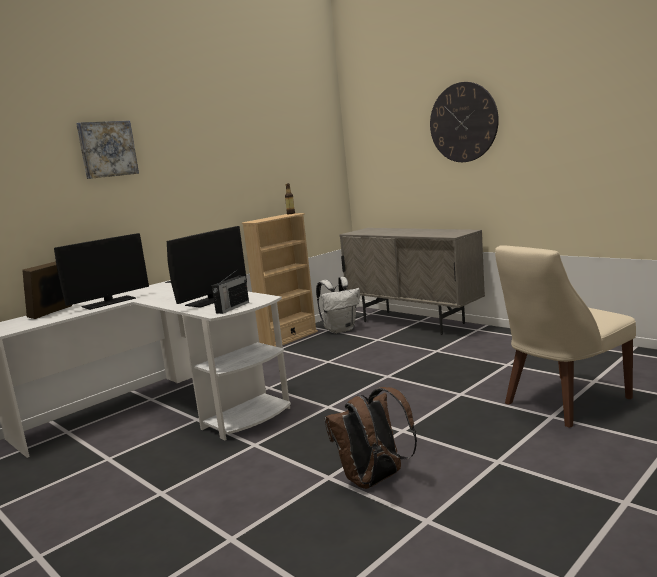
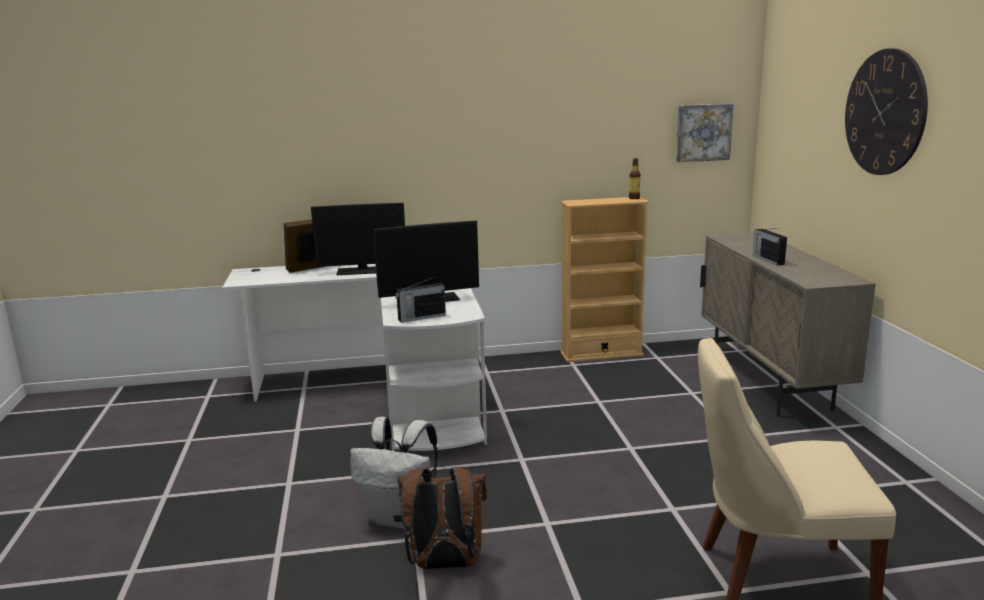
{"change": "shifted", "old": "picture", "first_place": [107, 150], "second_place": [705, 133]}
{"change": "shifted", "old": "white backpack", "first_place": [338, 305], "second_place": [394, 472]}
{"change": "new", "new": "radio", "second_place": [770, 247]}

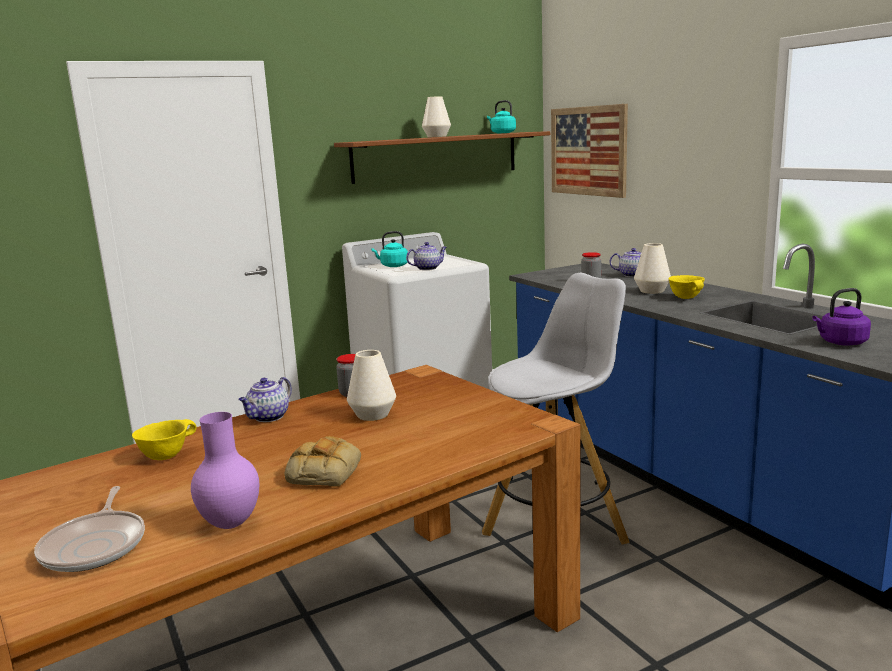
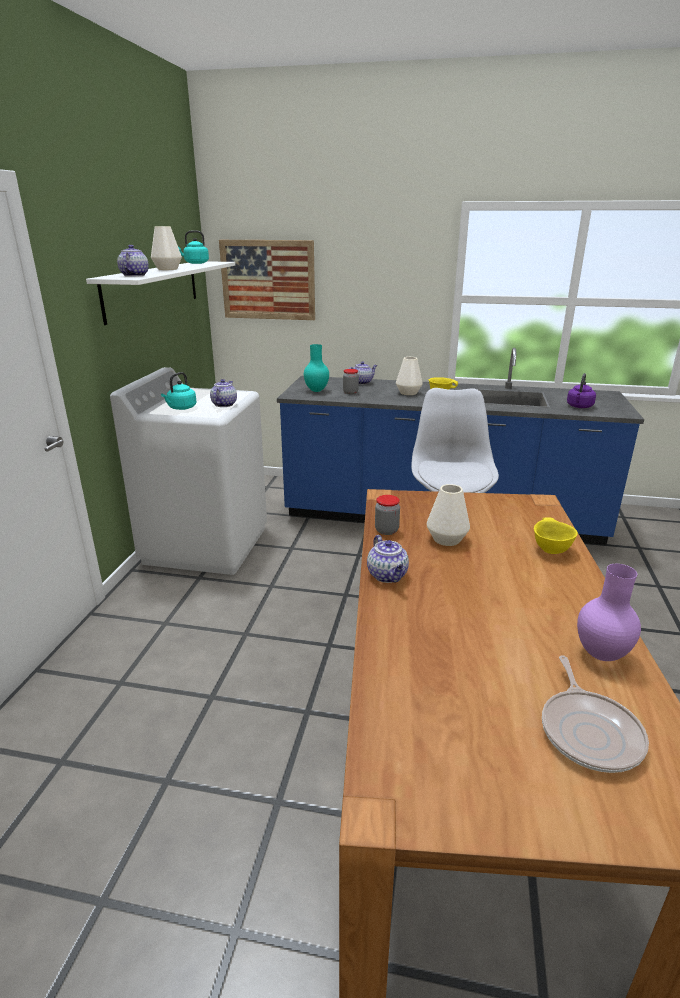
{"change": "rotated", "old": "frying pan", "first_place": [89, 529], "second_place": [595, 714], "degrees": 60}
{"change": "shifted", "old": "yellow bowl", "first_place": [164, 439], "second_place": [556, 535]}
{"change": "gone", "old": "bread", "first_place": [323, 461]}
{"change": "repainted", "old": "brown shelf", "new": "white shelf", "first_place": [442, 157], "second_place": [160, 293]}
{"change": "new", "new": "teapot", "second_place": [133, 261]}
{"change": "new", "new": "turquoise vase", "second_place": [316, 368]}

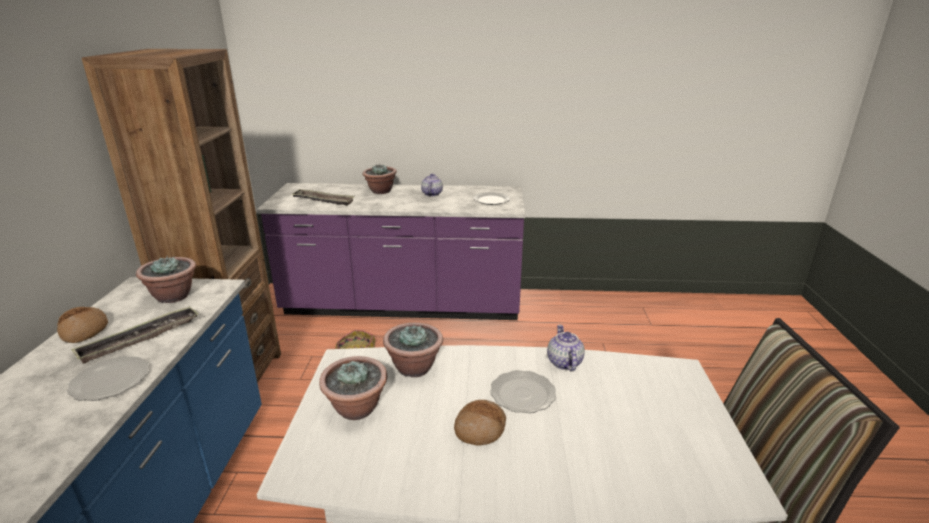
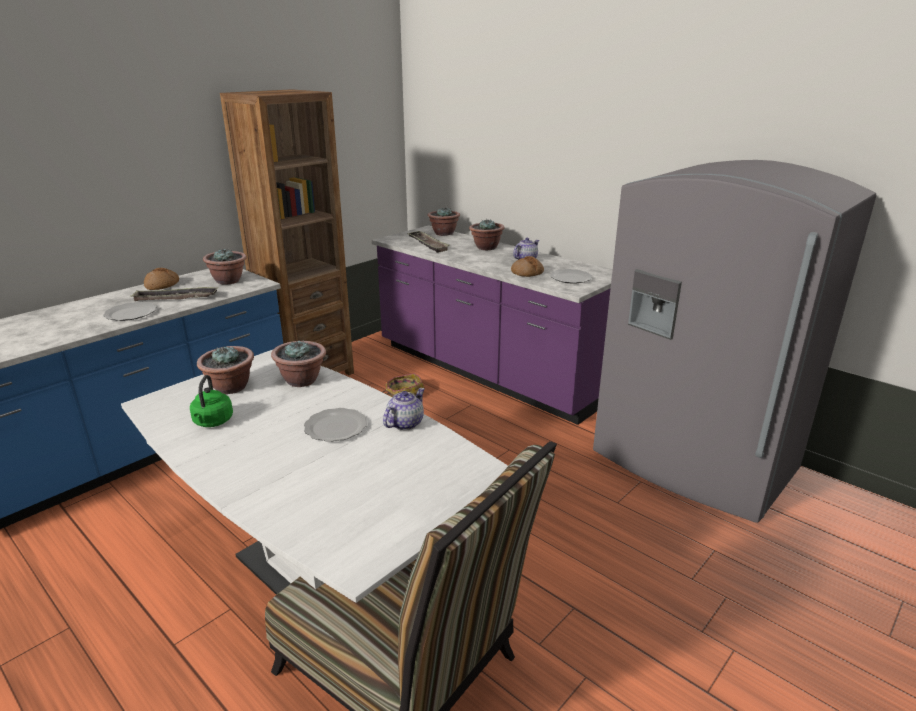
{"change": "shifted", "old": "bread", "first_place": [480, 423], "second_place": [527, 266]}
{"change": "new", "new": "green kettle", "second_place": [211, 401]}
{"change": "new", "new": "potted plant", "second_place": [444, 221]}
{"change": "new", "new": "grey fridge", "second_place": [735, 341]}

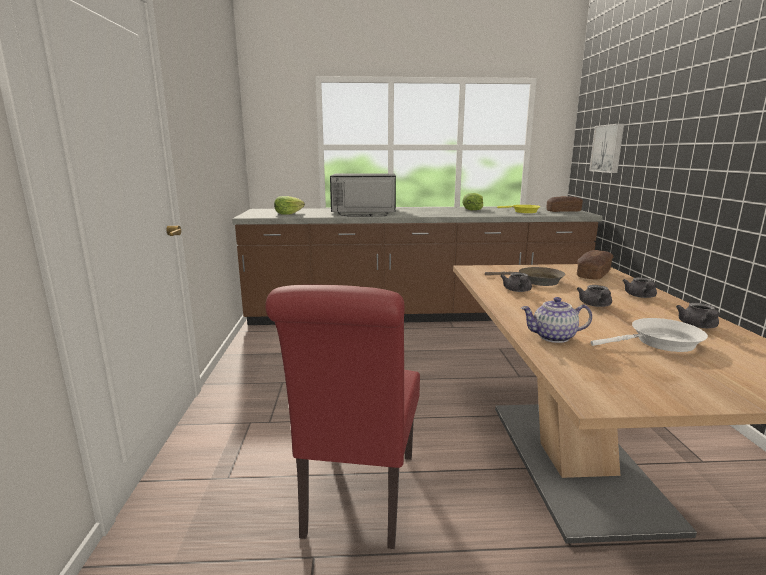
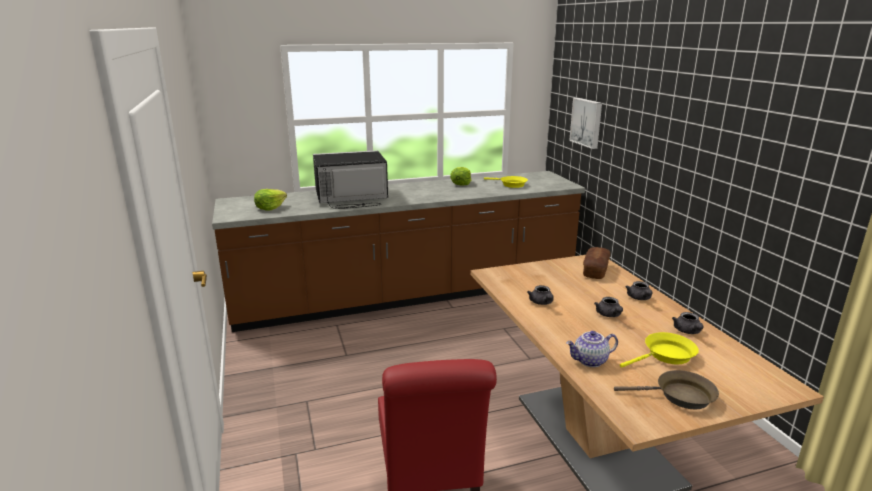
{"change": "shifted", "old": "brown frying pan", "first_place": [525, 276], "second_place": [666, 389]}
{"change": "gone", "old": "bread", "first_place": [565, 204]}
{"change": "repainted", "old": "white frying pan", "new": "yellow frying pan", "first_place": [649, 335], "second_place": [659, 350]}

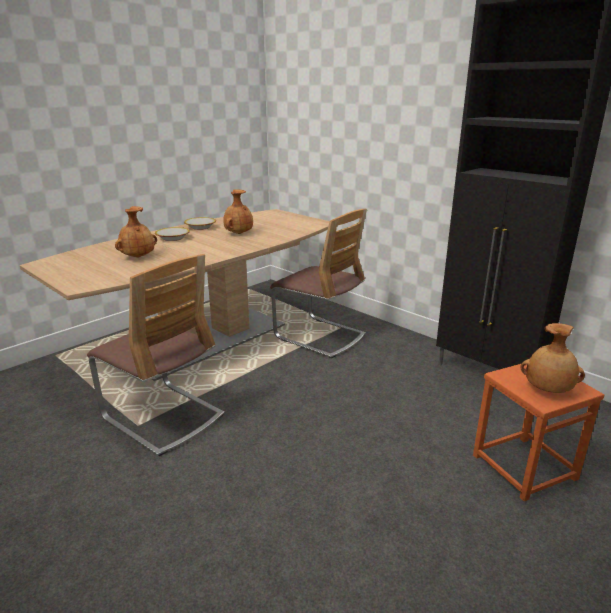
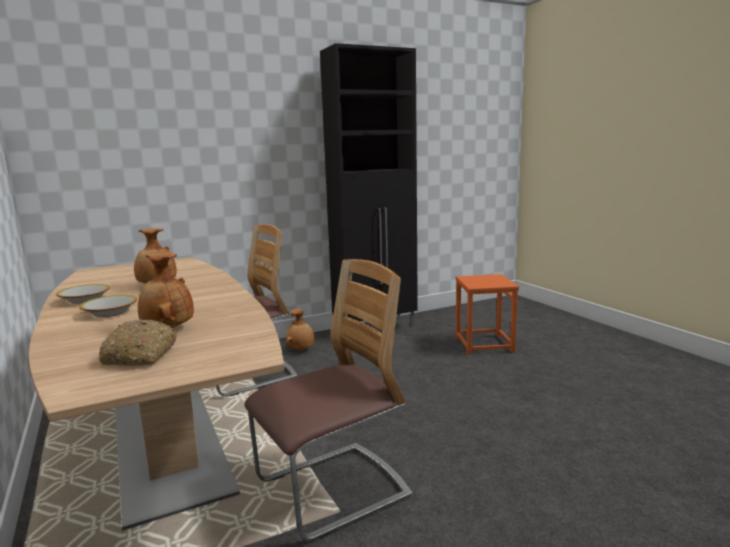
{"change": "shifted", "old": "brown vase", "first_place": [552, 358], "second_place": [300, 329]}
{"change": "new", "new": "bread", "second_place": [138, 342]}

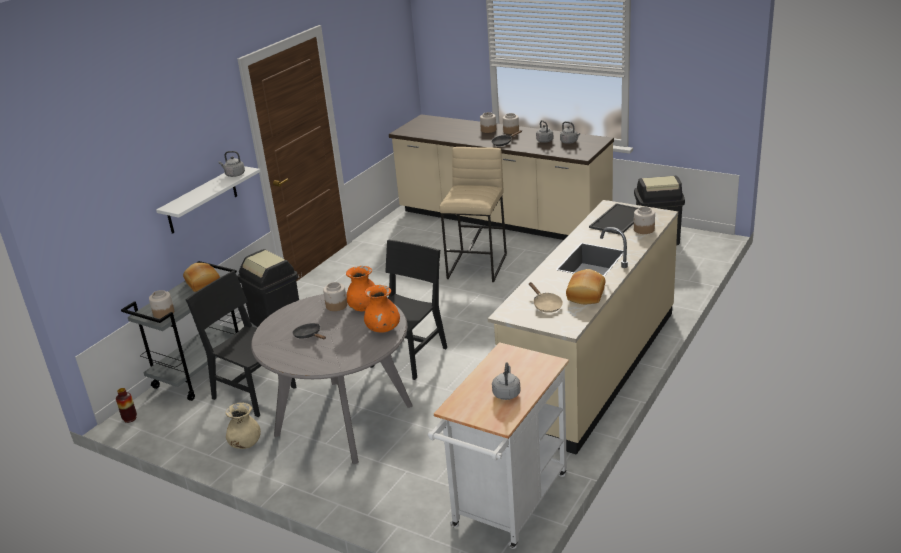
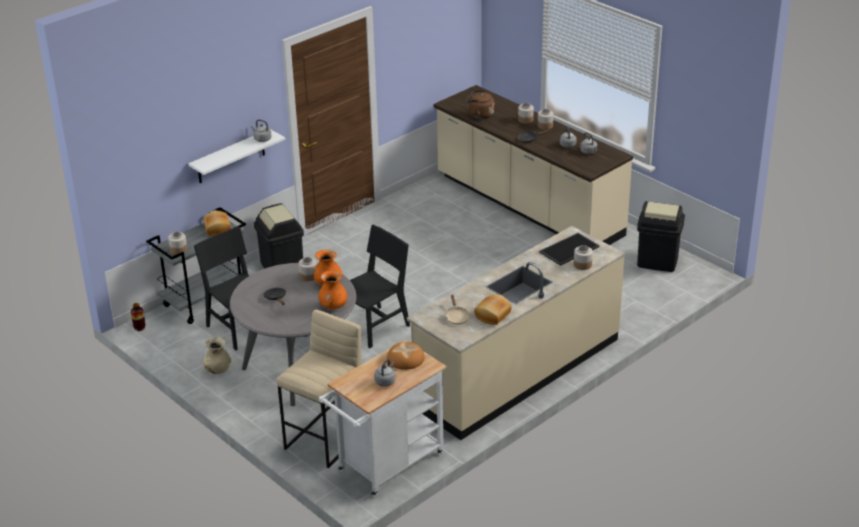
{"change": "shifted", "old": "beige stool", "first_place": [473, 214], "second_place": [318, 389]}
{"change": "new", "new": "bread", "second_place": [406, 356]}
{"change": "new", "new": "brown kettle", "second_place": [480, 104]}

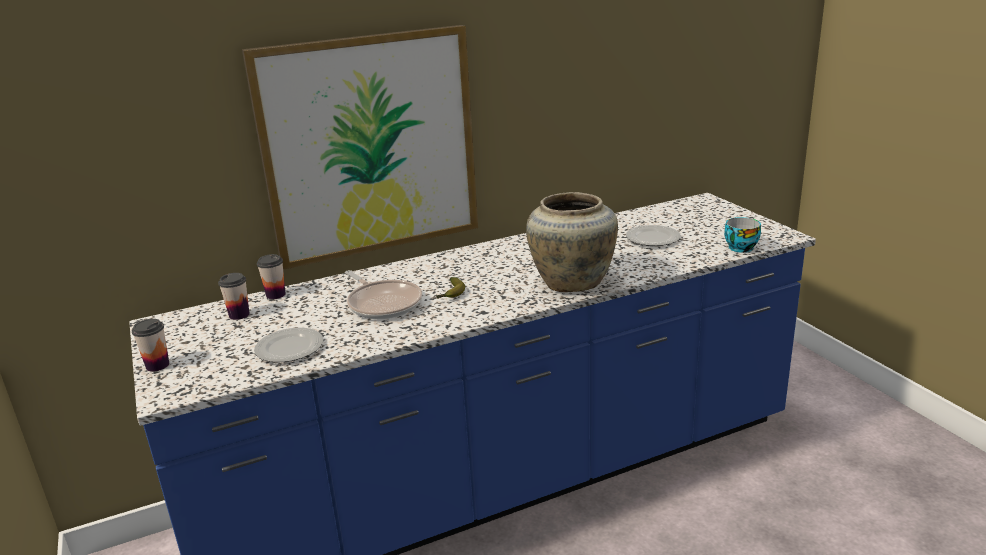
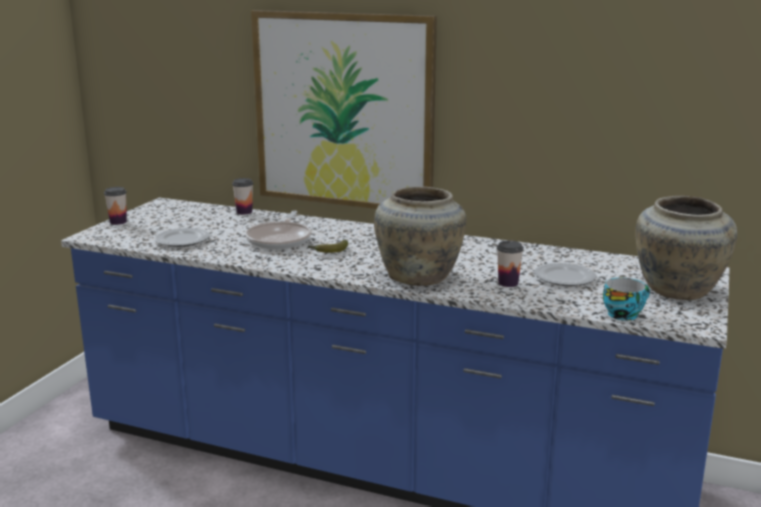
{"change": "shifted", "old": "cup", "first_place": [234, 296], "second_place": [510, 263]}
{"change": "new", "new": "beige vase", "second_place": [686, 248]}

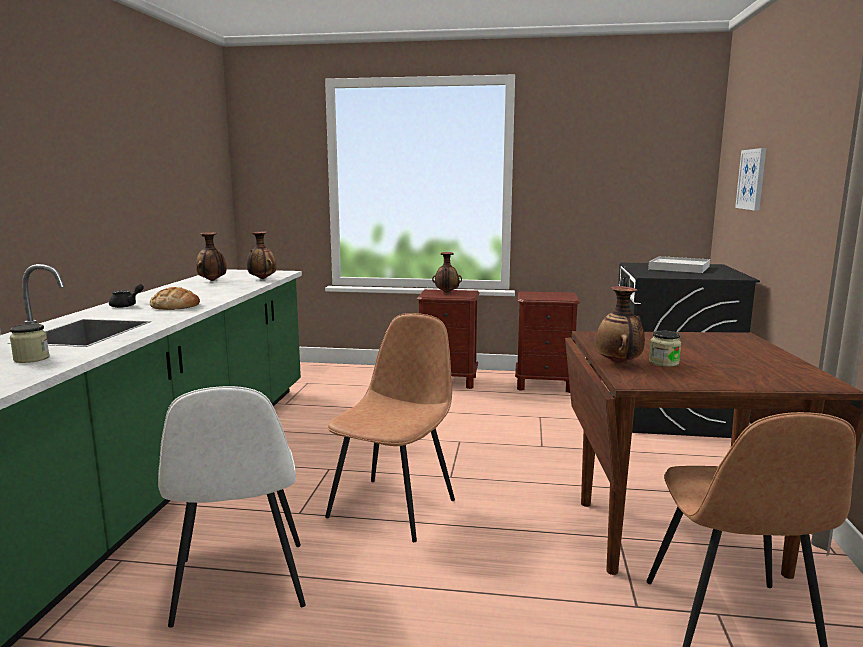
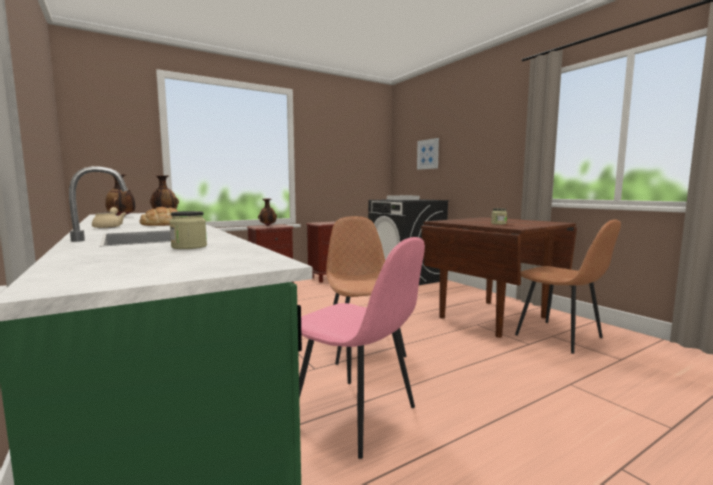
{"change": "repainted", "old": "black teapot", "new": "beige teapot", "first_place": [126, 296], "second_place": [109, 218]}
{"change": "repainted", "old": "white chair", "new": "pink chair", "first_place": [232, 507], "second_place": [362, 348]}
{"change": "gone", "old": "vase", "first_place": [620, 325]}

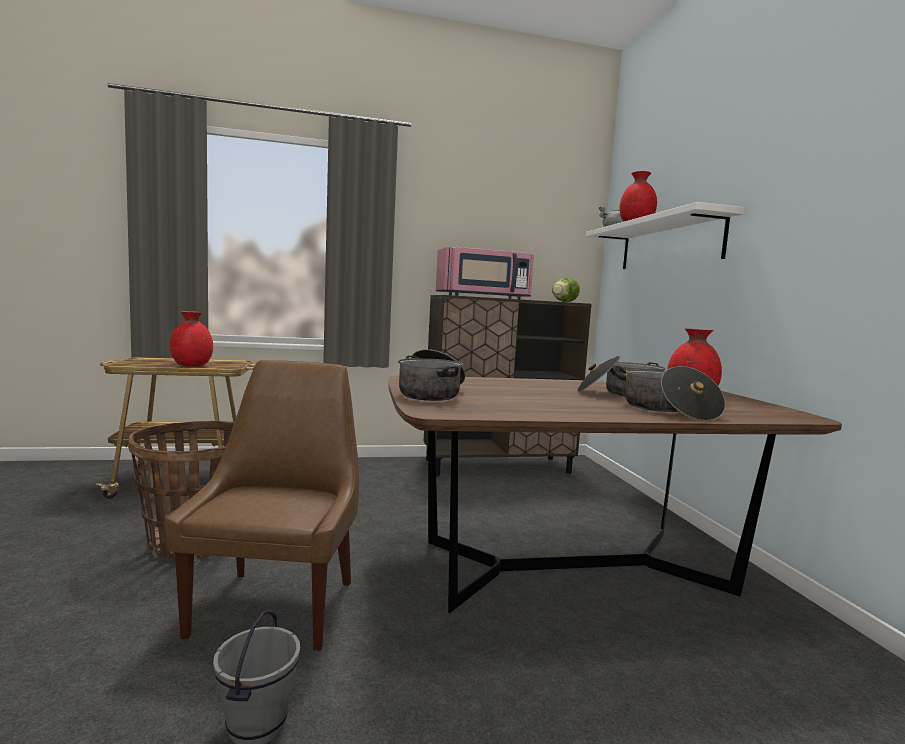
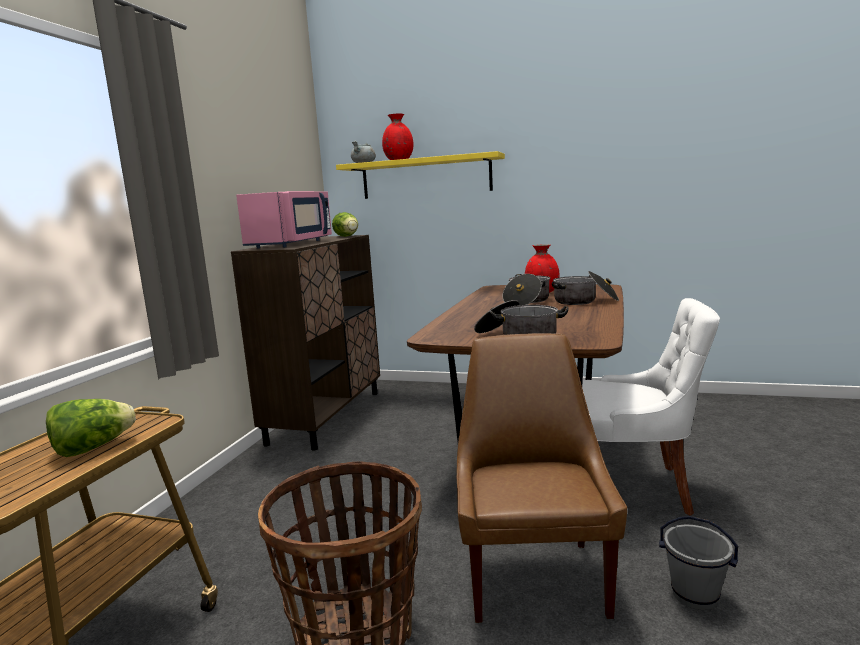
{"change": "rotated", "old": "brown chair", "first_place": [262, 505], "second_place": [541, 478], "degrees": 60}
{"change": "swapped", "old": "red vase", "new": "lettuce", "first_place": [191, 339], "second_place": [91, 428]}
{"change": "repainted", "old": "white shelf", "new": "yellow shelf", "first_place": [665, 235], "second_place": [420, 175]}
{"change": "new", "new": "white chair", "second_place": [651, 407]}

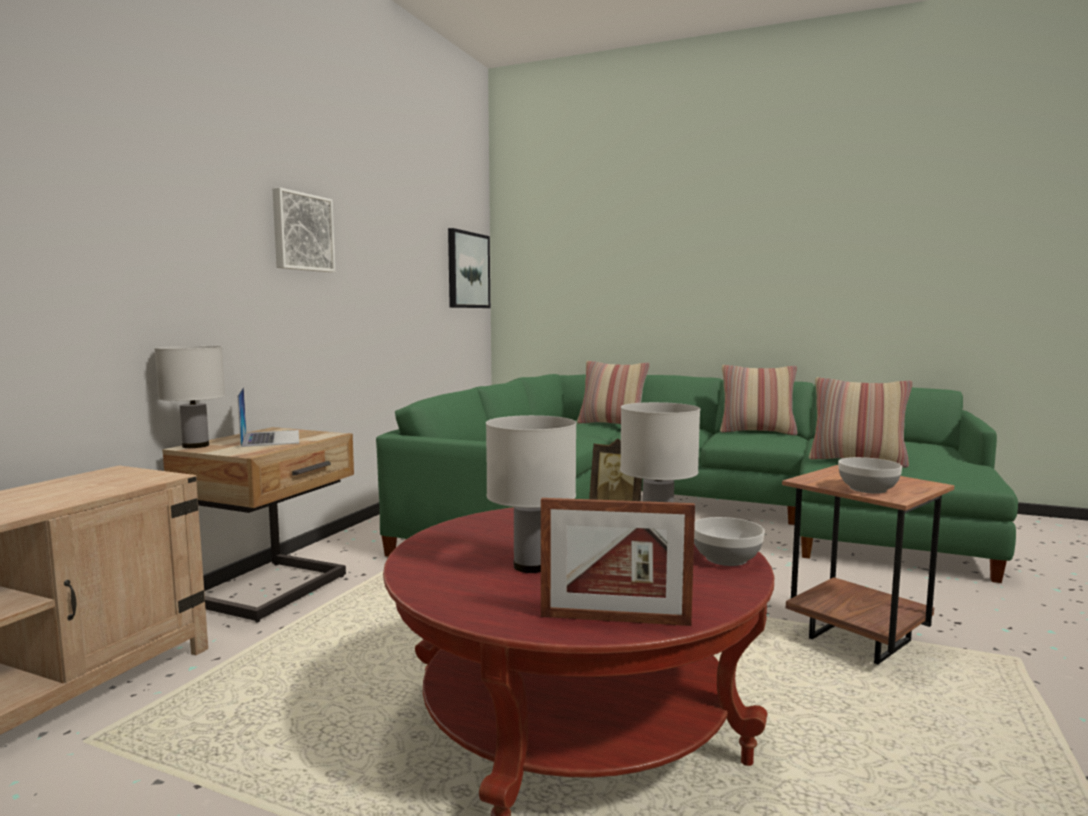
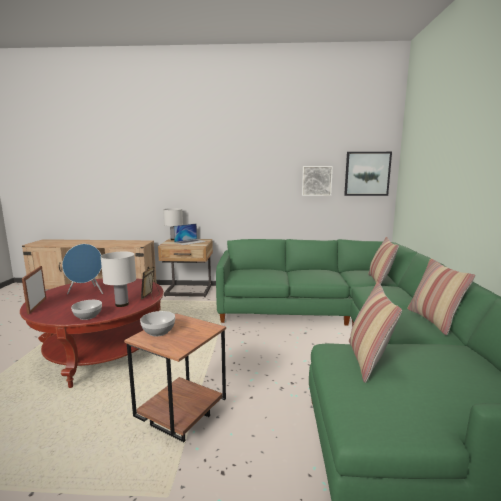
{"change": "shifted", "old": "picture", "first_place": [303, 229], "second_place": [317, 181]}
{"change": "swapped", "old": "white table lamp", "new": "blue speaker", "first_place": [531, 494], "second_place": [82, 269]}

